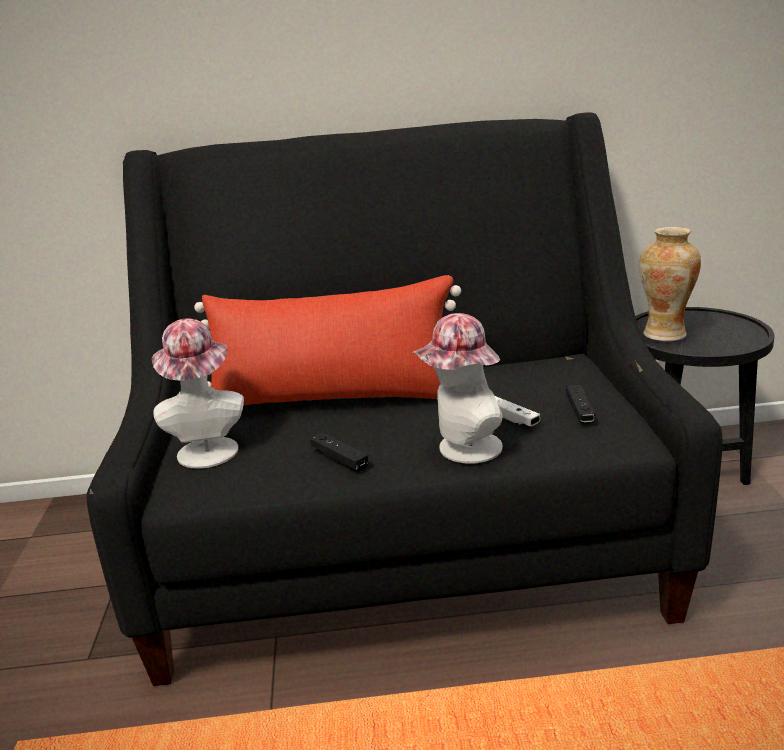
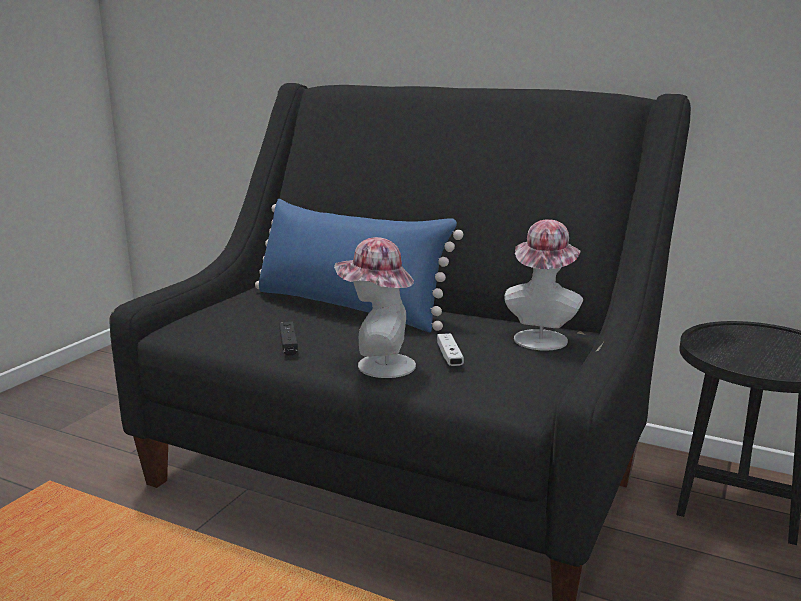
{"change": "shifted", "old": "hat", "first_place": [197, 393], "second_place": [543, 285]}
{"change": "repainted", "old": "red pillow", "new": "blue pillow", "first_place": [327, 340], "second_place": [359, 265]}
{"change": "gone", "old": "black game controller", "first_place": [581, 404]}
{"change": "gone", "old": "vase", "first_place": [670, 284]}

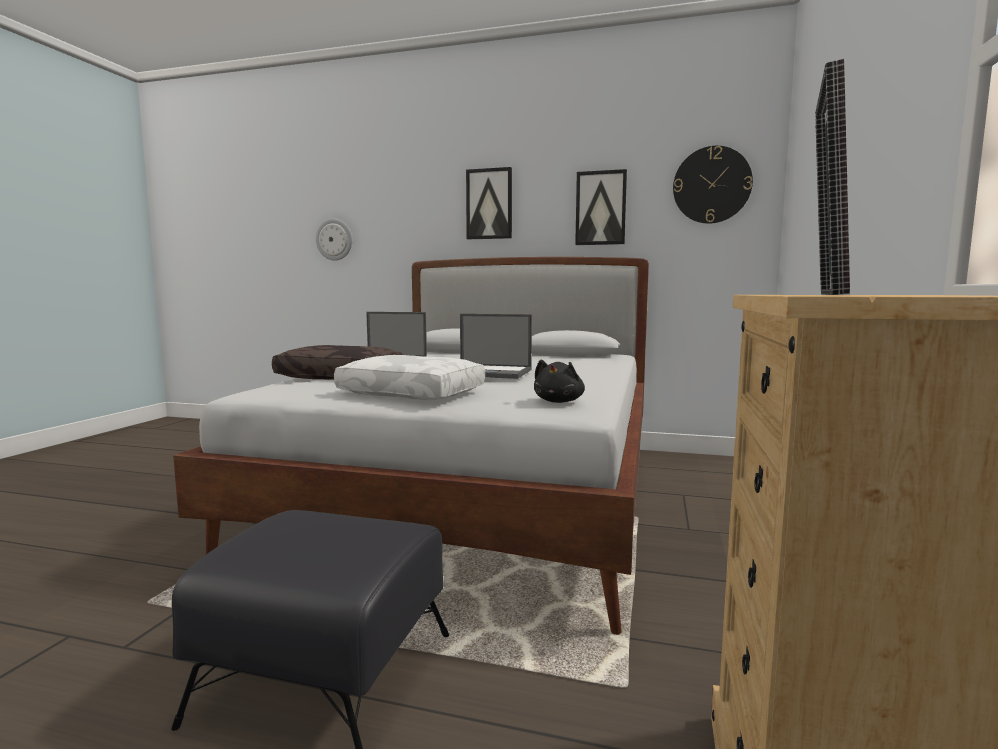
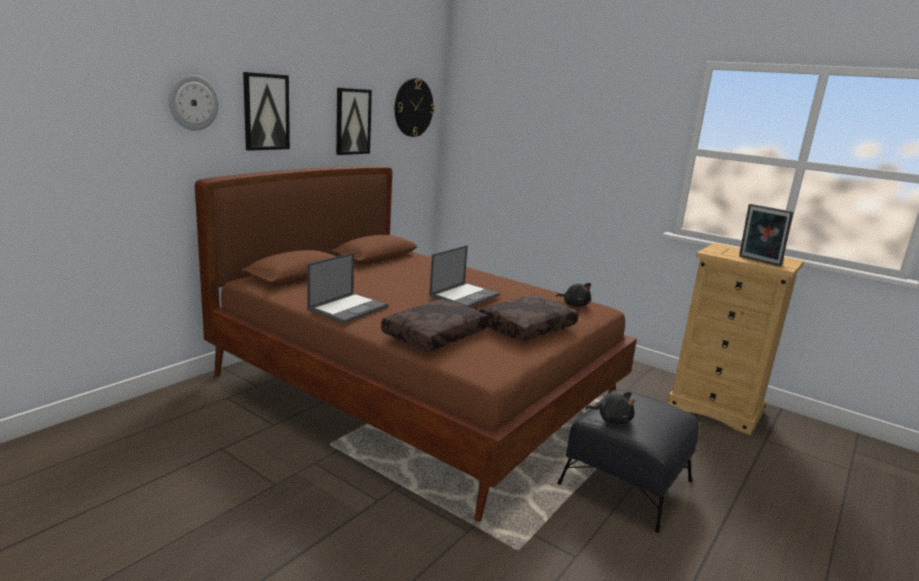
{"change": "repainted", "old": "white bed", "new": "brown bed", "first_place": [411, 446], "second_place": [416, 344]}
{"change": "shifted", "old": "wall clock", "first_place": [334, 240], "second_place": [193, 103]}
{"change": "repainted", "old": "white pillow", "new": "brown pillow", "first_place": [409, 377], "second_place": [528, 318]}
{"change": "new", "new": "black plush toy", "second_place": [610, 408]}

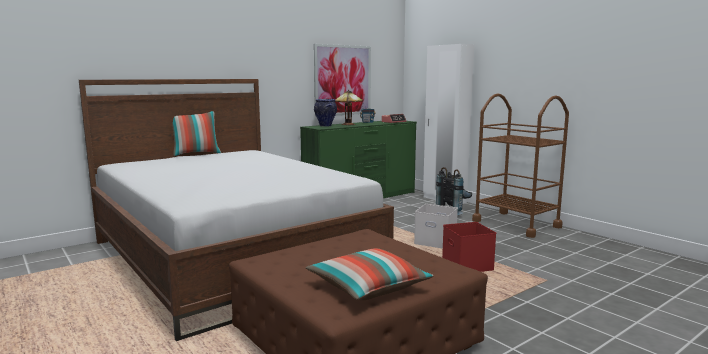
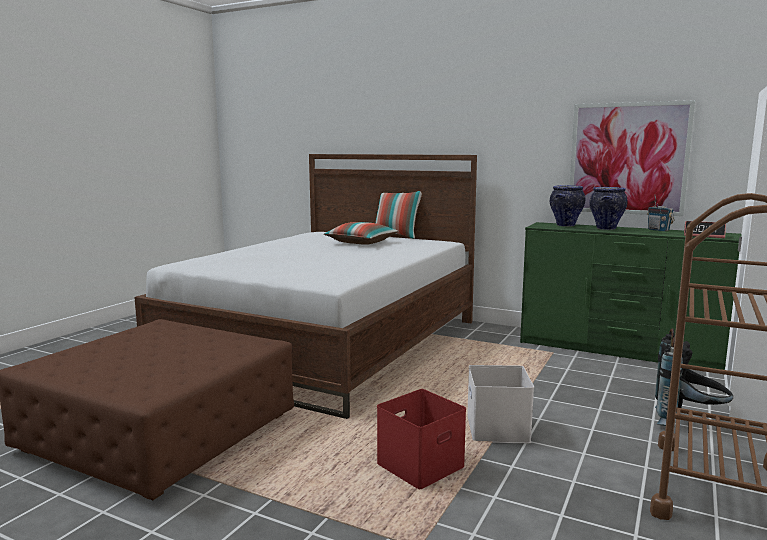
{"change": "shifted", "old": "pillow", "first_place": [369, 274], "second_place": [361, 233]}
{"change": "swapped", "old": "table lamp", "new": "vase", "first_place": [349, 107], "second_place": [608, 208]}

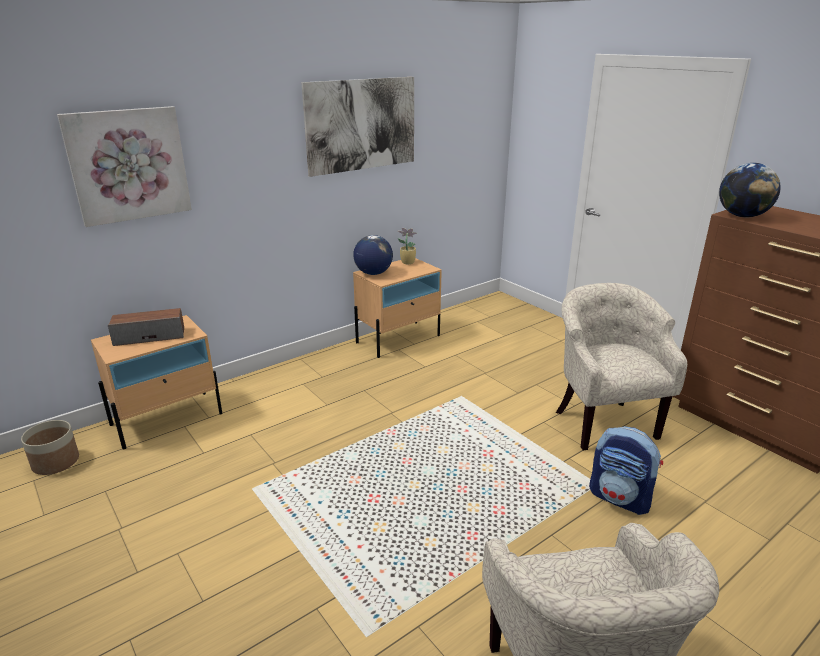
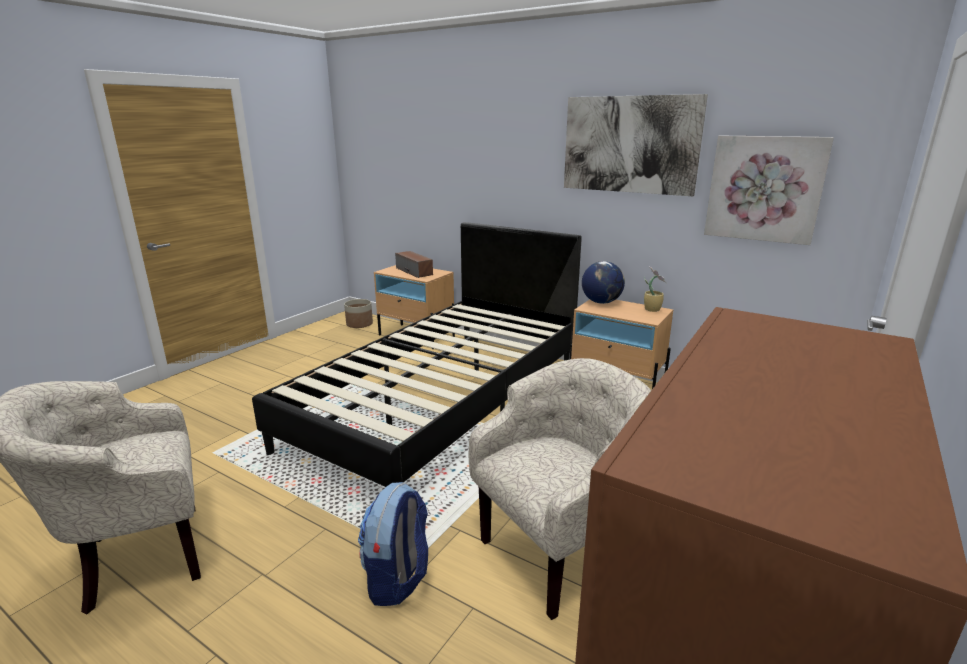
{"change": "shifted", "old": "picture", "first_place": [124, 166], "second_place": [769, 190]}
{"change": "gone", "old": "globe", "first_place": [750, 190]}
{"change": "new", "new": "black bed", "second_place": [417, 354]}

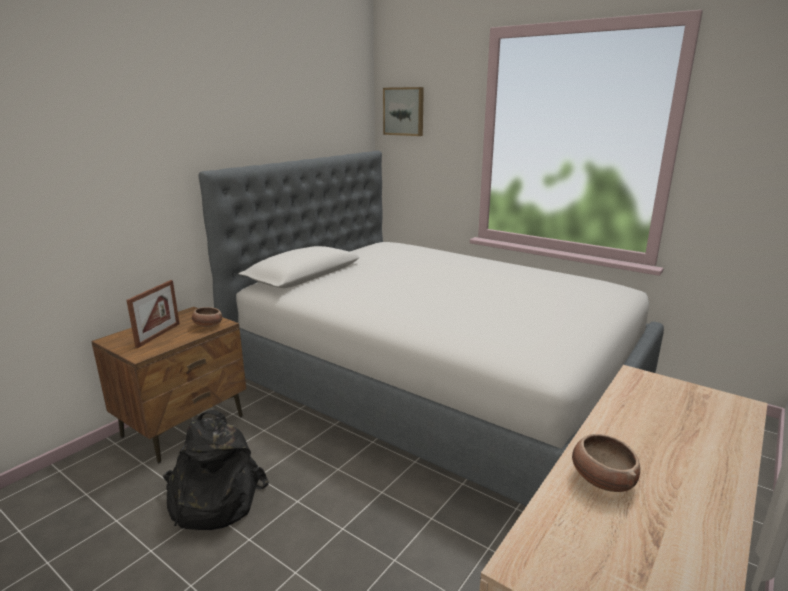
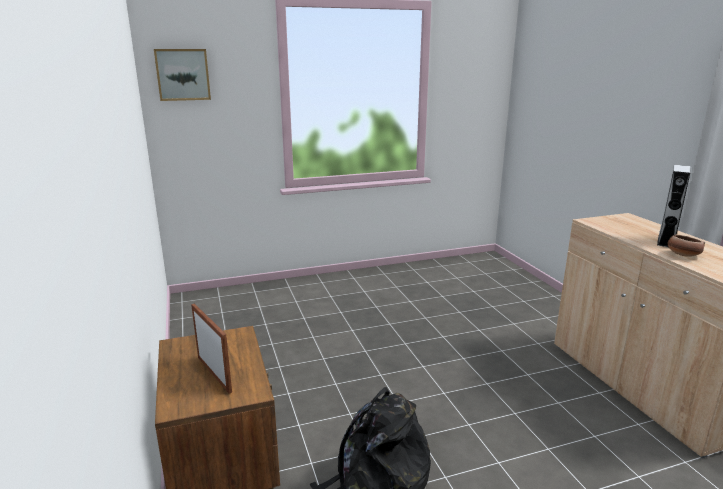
{"change": "gone", "old": "bowl", "first_place": [207, 317]}
{"change": "gone", "old": "bed", "first_place": [431, 328]}
{"change": "new", "new": "grey speaker", "second_place": [673, 206]}

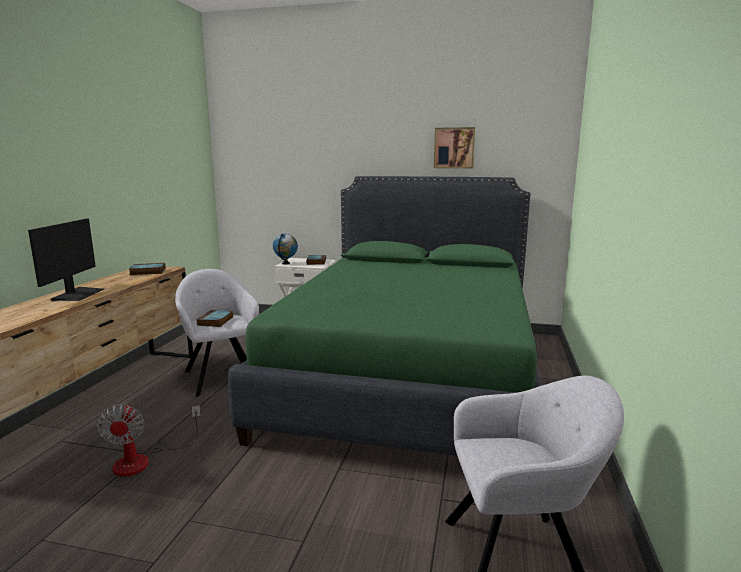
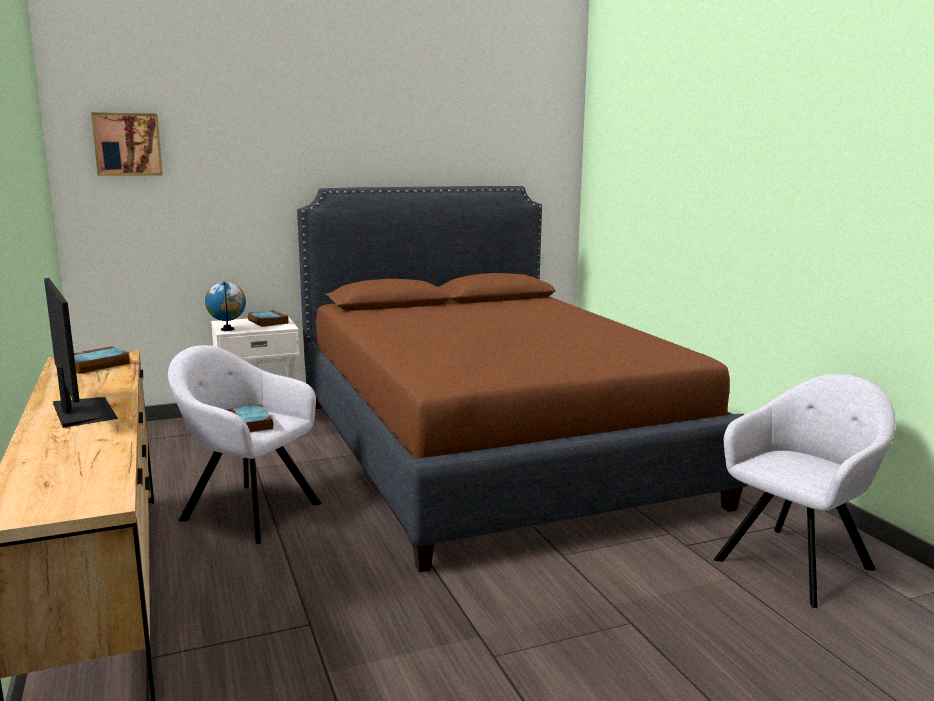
{"change": "gone", "old": "fan", "first_place": [149, 440]}
{"change": "repainted", "old": "green bed", "new": "brown bed", "first_place": [384, 316], "second_place": [522, 379]}
{"change": "shifted", "old": "picture", "first_place": [454, 148], "second_place": [127, 144]}

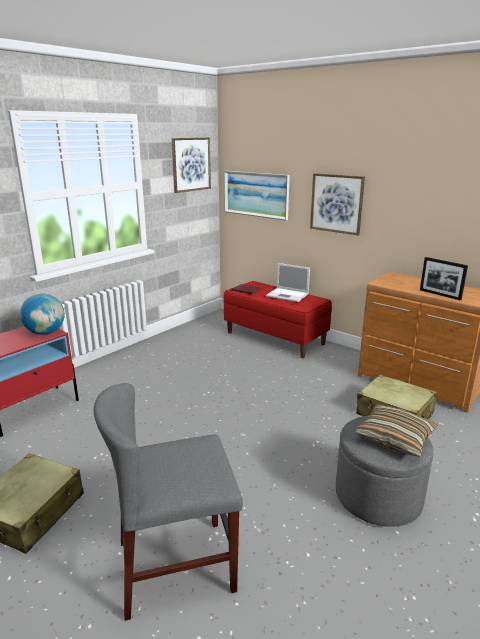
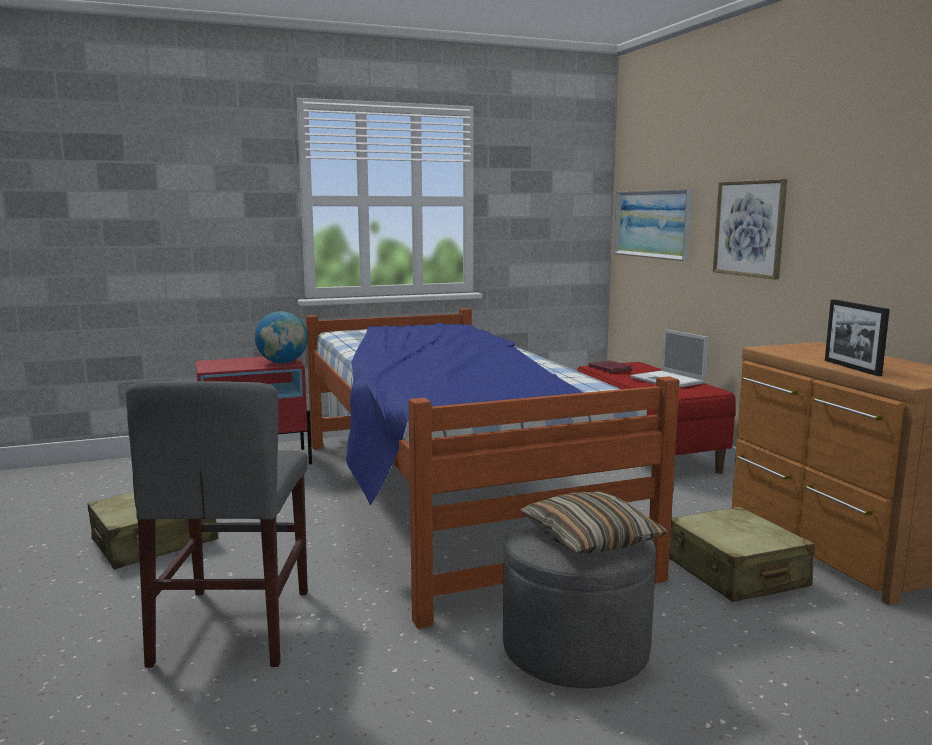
{"change": "rotated", "old": "grey chair", "first_place": [168, 502], "second_place": [217, 524], "degrees": -105}
{"change": "gone", "old": "picture", "first_place": [191, 165]}
{"change": "new", "new": "bed", "second_place": [492, 468]}

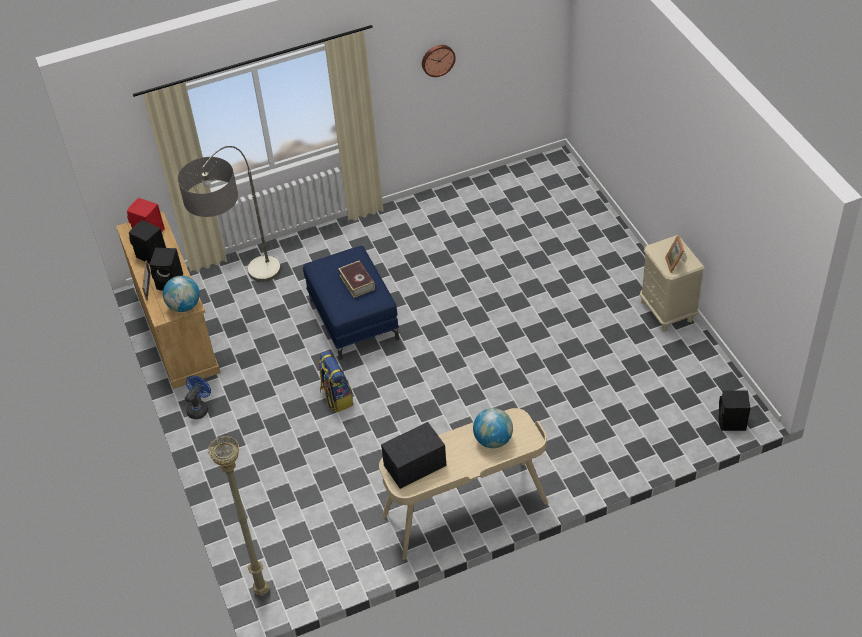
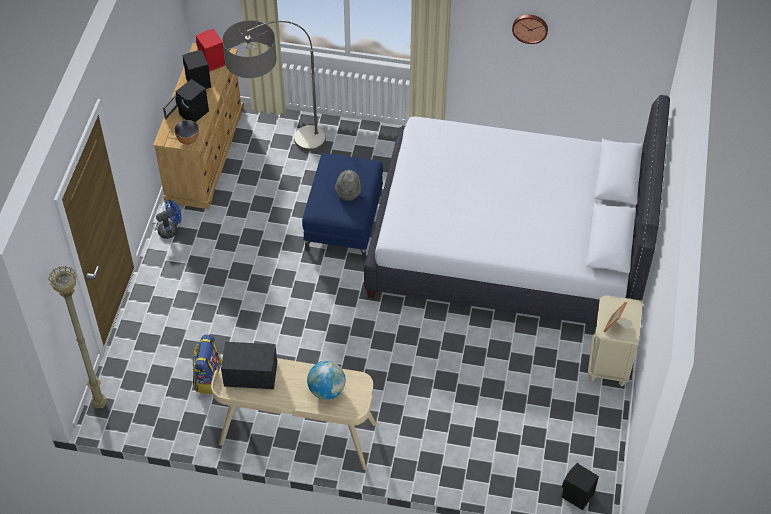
{"change": "swapped", "old": "globe", "new": "bowl", "first_place": [181, 294], "second_place": [186, 132]}
{"change": "shifted", "old": "backpack", "first_place": [335, 381], "second_place": [207, 364]}
{"change": "swapped", "old": "book", "new": "grey hat", "first_place": [356, 279], "second_place": [348, 185]}
{"change": "new", "new": "white bed", "second_place": [517, 210]}

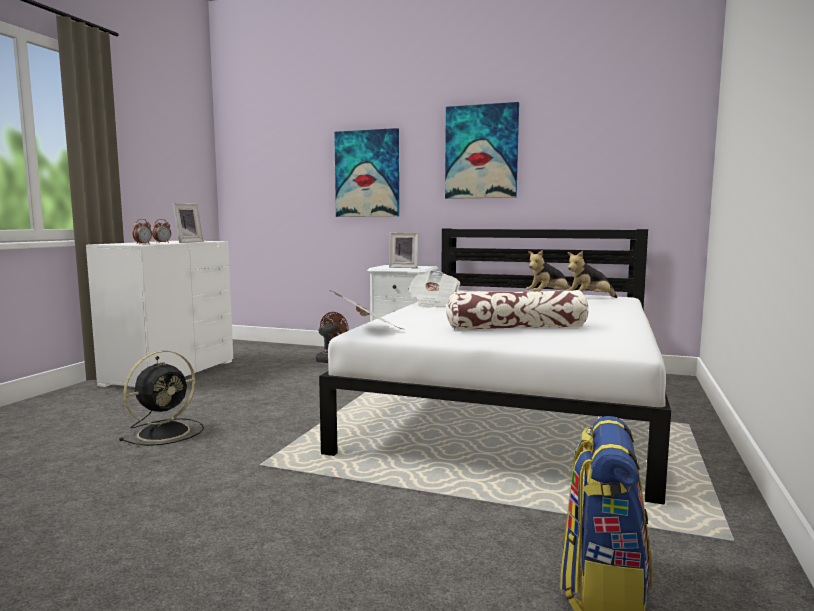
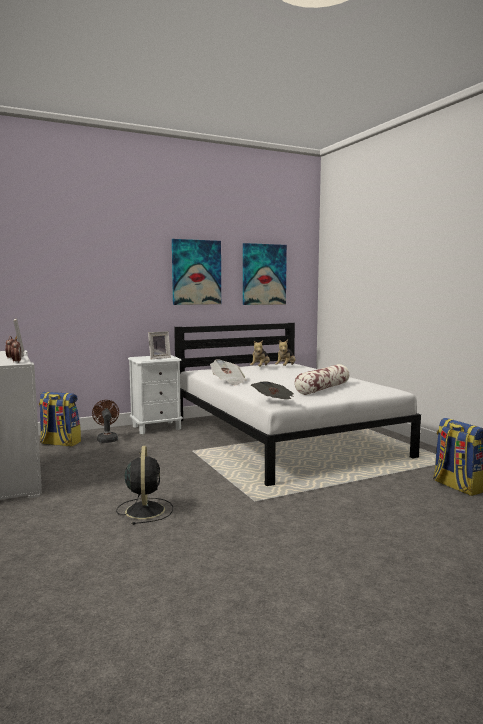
{"change": "shifted", "old": "picture", "first_place": [366, 172], "second_place": [265, 274]}
{"change": "new", "new": "backpack", "second_place": [60, 419]}

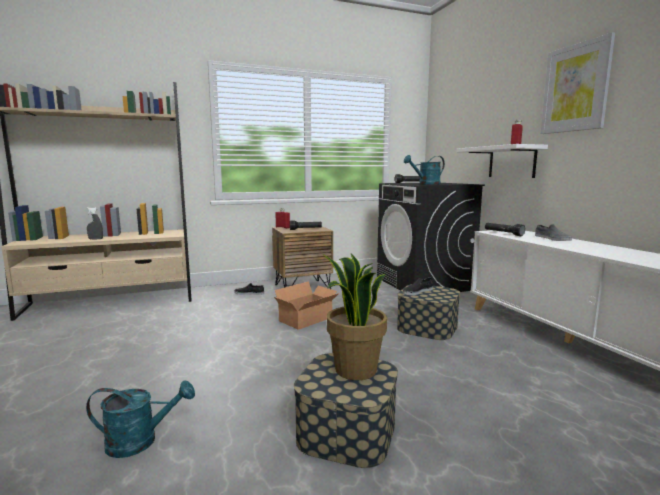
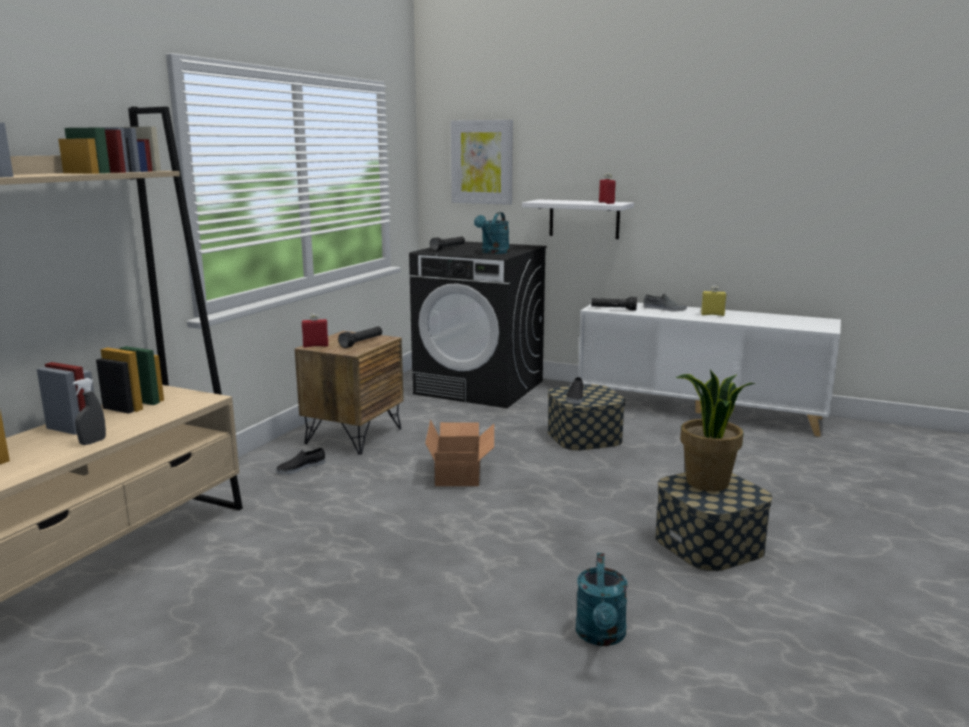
{"change": "rotated", "old": "turquoise watering can", "first_place": [140, 419], "second_place": [602, 599], "degrees": 150}
{"change": "shifted", "old": "picture", "first_place": [577, 83], "second_place": [482, 162]}
{"change": "new", "new": "yellow bottle", "second_place": [713, 301]}

